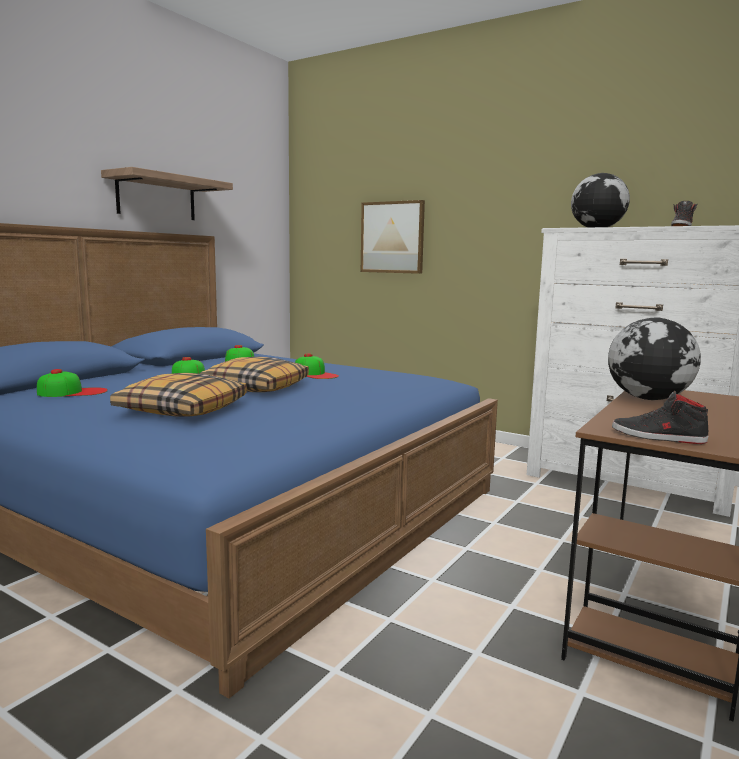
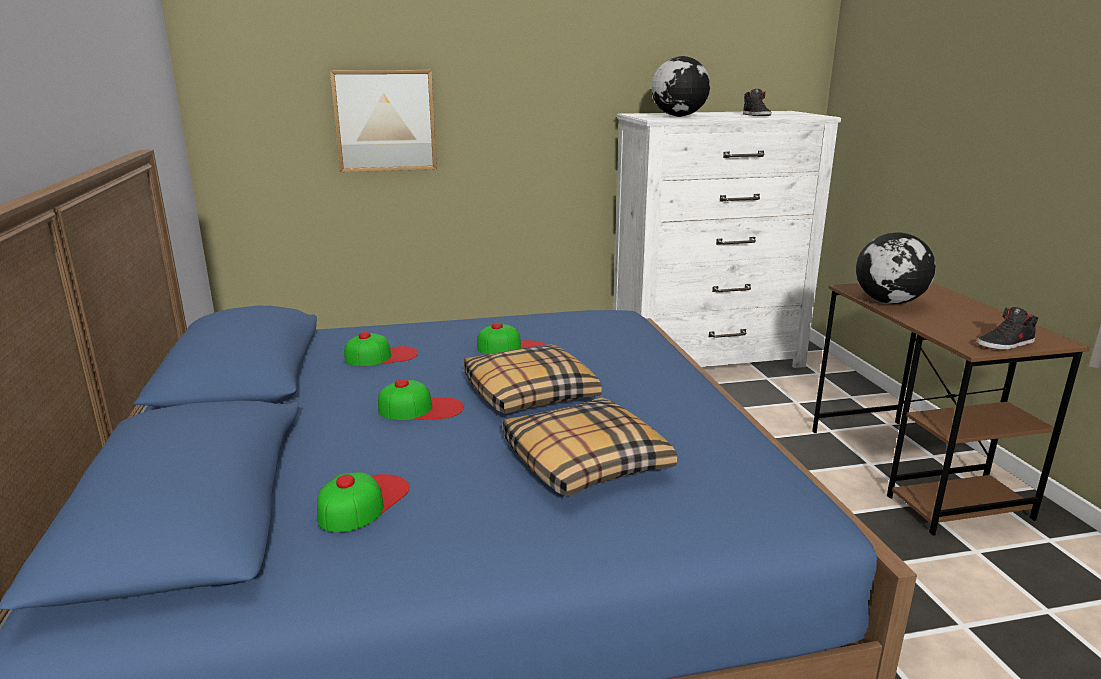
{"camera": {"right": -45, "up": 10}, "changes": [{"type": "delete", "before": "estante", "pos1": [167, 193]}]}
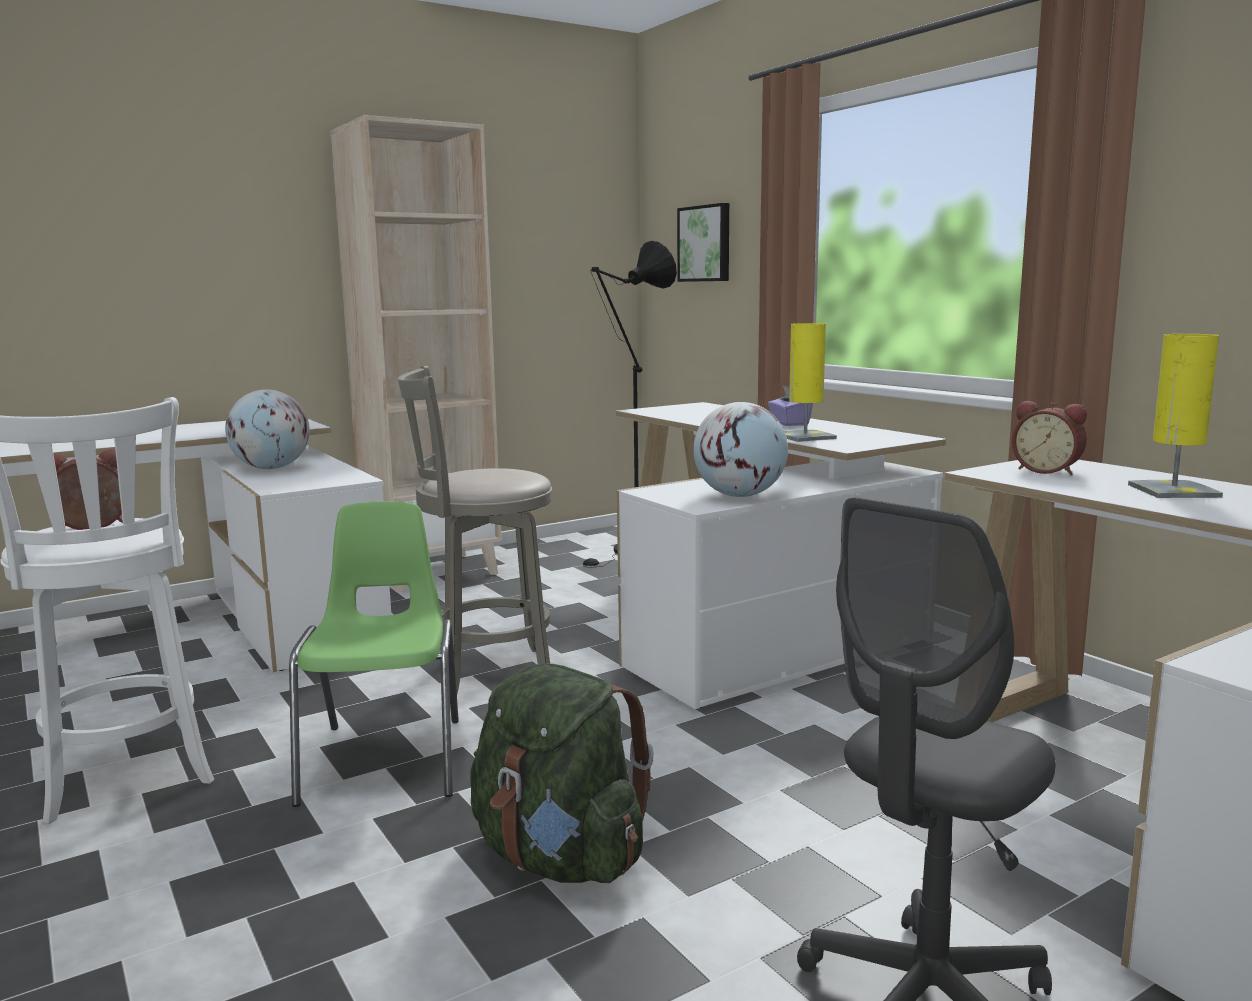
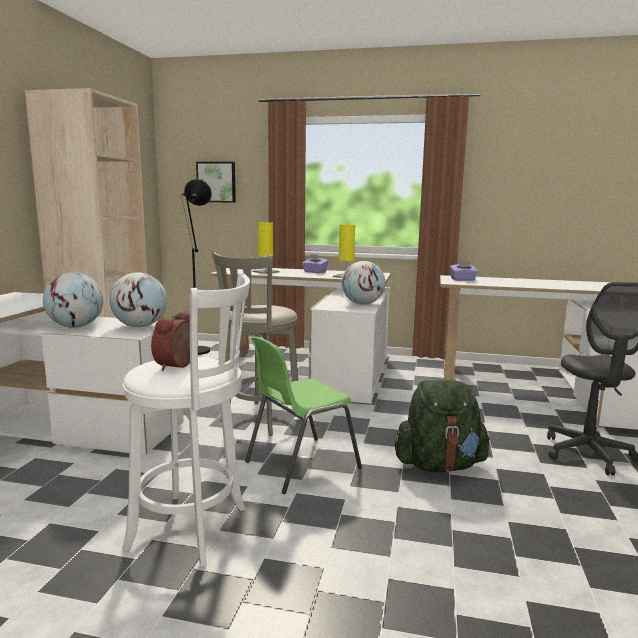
{"camera": {"right": -45, "up": 0}, "changes": [{"type": "insert", "after": "globo terráqueo", "pos2": [138, 299]}, {"type": "rotate", "before": "silla (verde)", "pos1": [374, 654], "pos2": [303, 415], "turn": -75}, {"type": "move", "before": "lámpara de mesa (amarillo)", "pos1": [1175, 416], "pos2": [266, 248]}, {"type": "replace", "before": "despertador", "after": "caja de pañuelos (morado)", "pos1": [1049, 438], "pos2": [463, 271]}]}
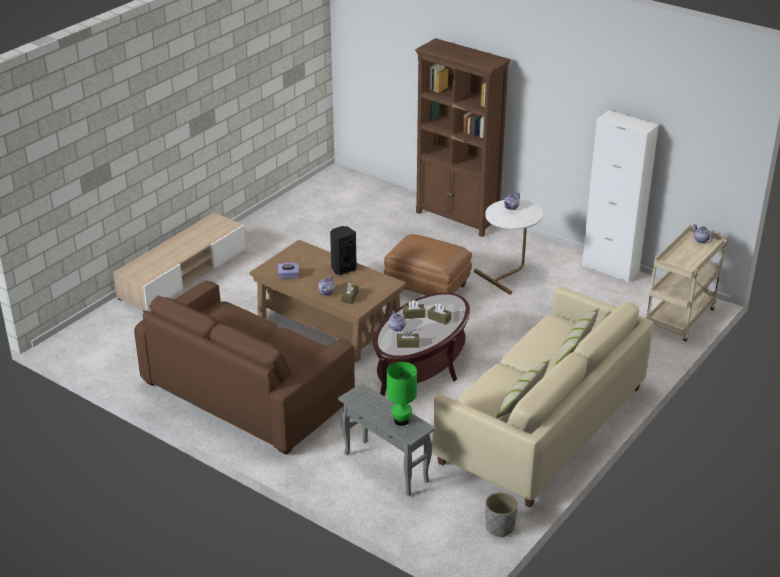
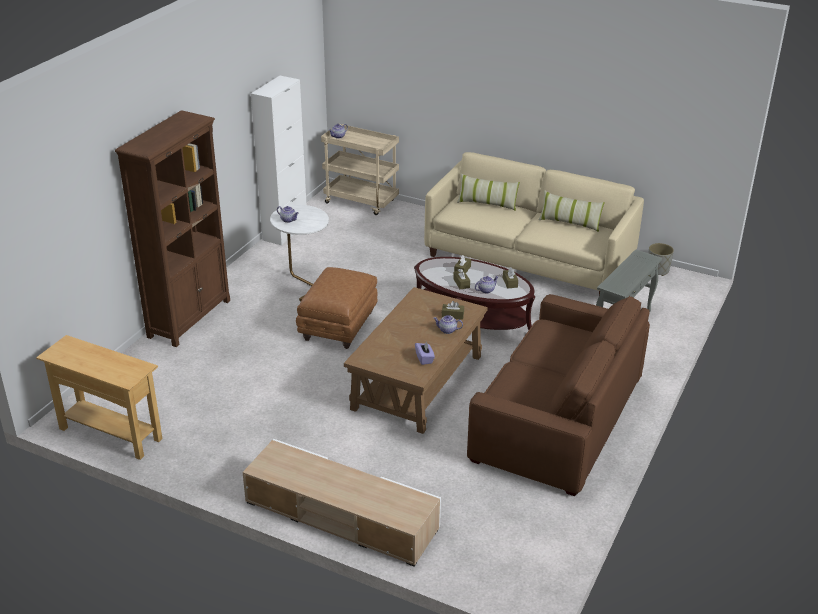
{"camera": {"right": -100, "up": 0}, "changes": [{"type": "insert", "after": "mesa consola (beis)", "pos2": [99, 397]}, {"type": "delete", "before": "altavoz (negro)", "pos1": [343, 250]}, {"type": "delete", "before": "lámpara de mesa (verde)", "pos1": [402, 394]}]}
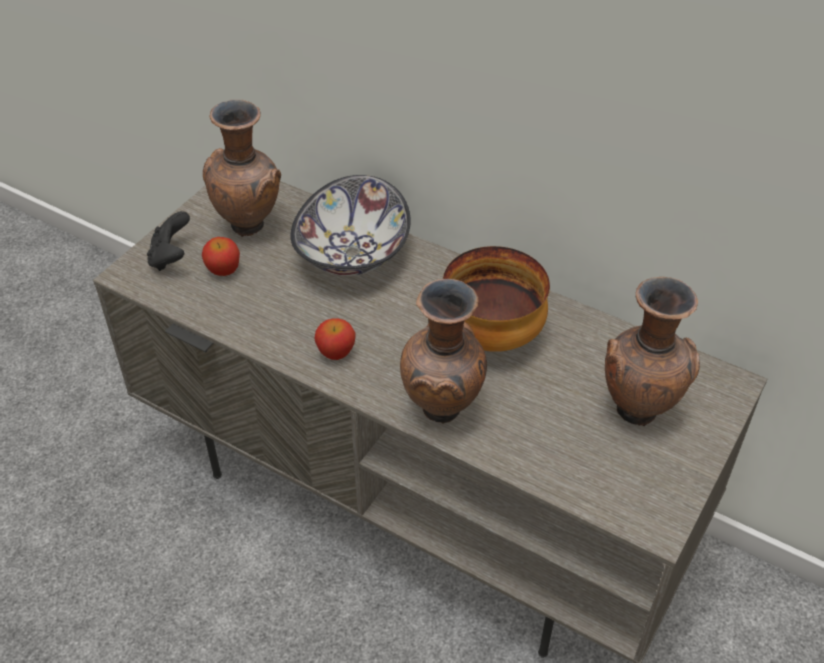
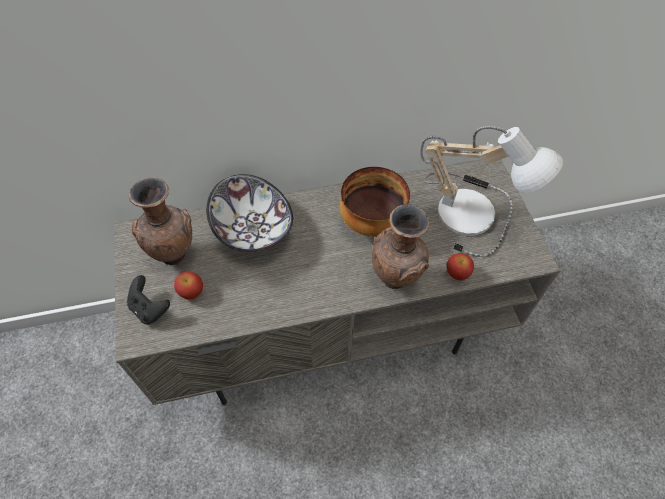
{"camera": {"right": -45, "up": 10}, "changes": [{"type": "replace", "before": "florero (marrón)", "after": "lámpara de mesa", "pos1": [652, 351], "pos2": [491, 191]}, {"type": "move", "before": "manzana", "pos1": [334, 339], "pos2": [460, 266]}]}
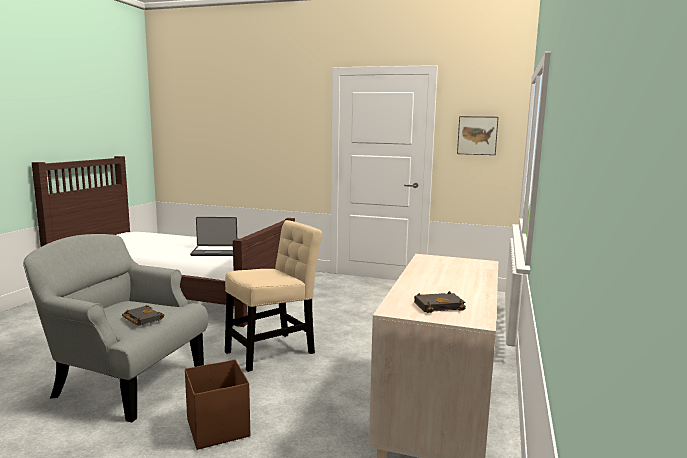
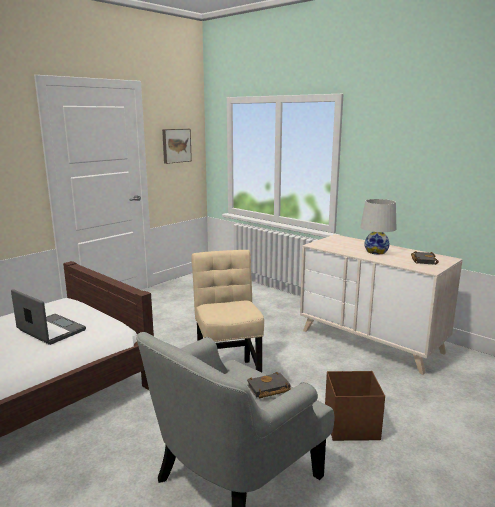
{"camera": {"right": -65, "up": 5}, "changes": [{"type": "rotate", "before": "portátil", "pos1": [213, 236], "pos2": [48, 317], "turn": -75}, {"type": "insert", "after": "lámpara de mesa (blanco)", "pos2": [378, 226]}]}
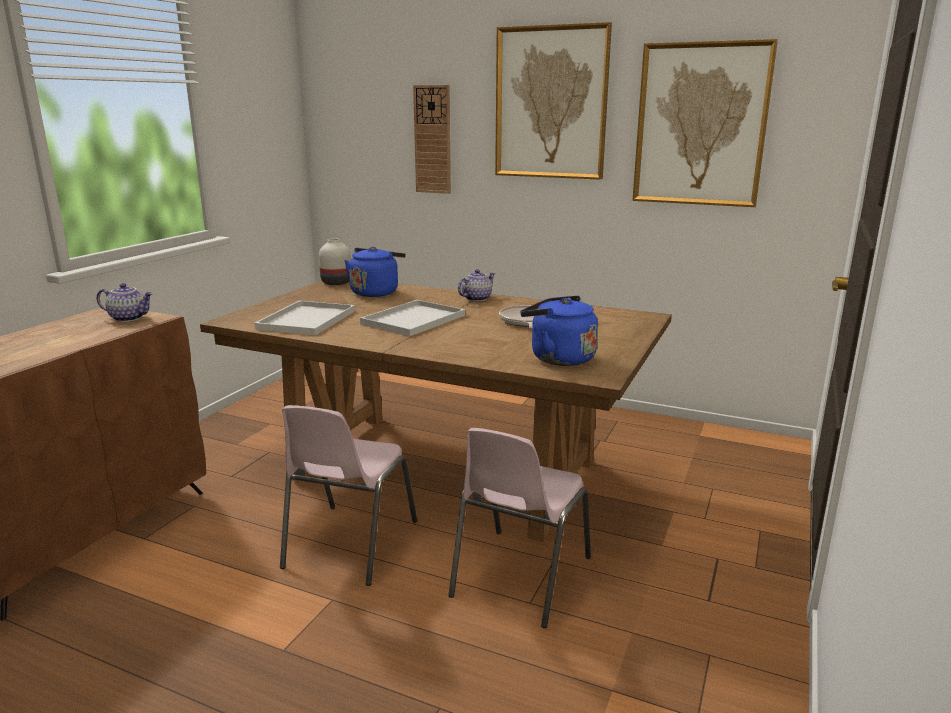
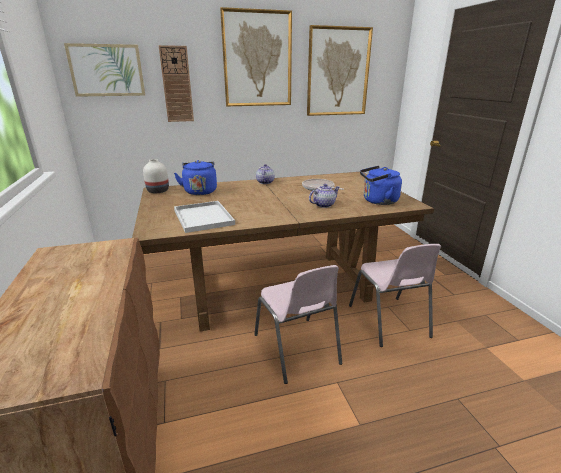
{"camera": {"right": -40, "up": 5}, "changes": [{"type": "insert", "after": "cuadro", "pos2": [104, 70]}, {"type": "move", "before": "tetera", "pos1": [125, 302], "pos2": [324, 196]}, {"type": "delete", "before": "bandeja (blanco)", "pos1": [412, 318]}]}
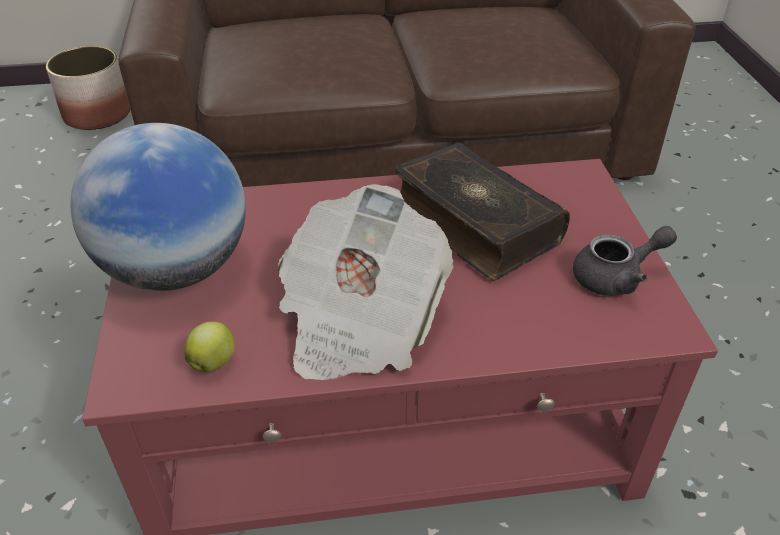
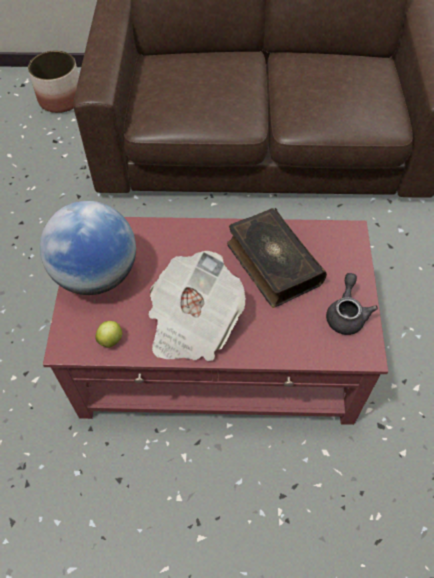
{"camera": {"right": 10, "up": 15}, "changes": [{"type": "rotate", "before": "tetera (gris)", "pos1": [625, 261], "pos2": [352, 304], "turn": -75}]}
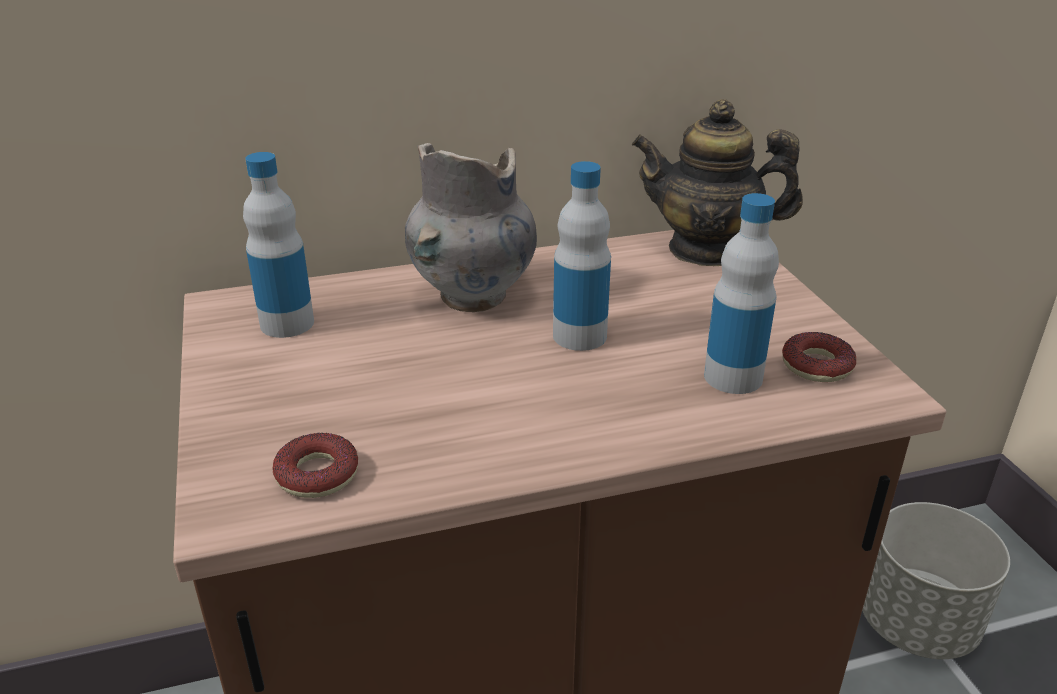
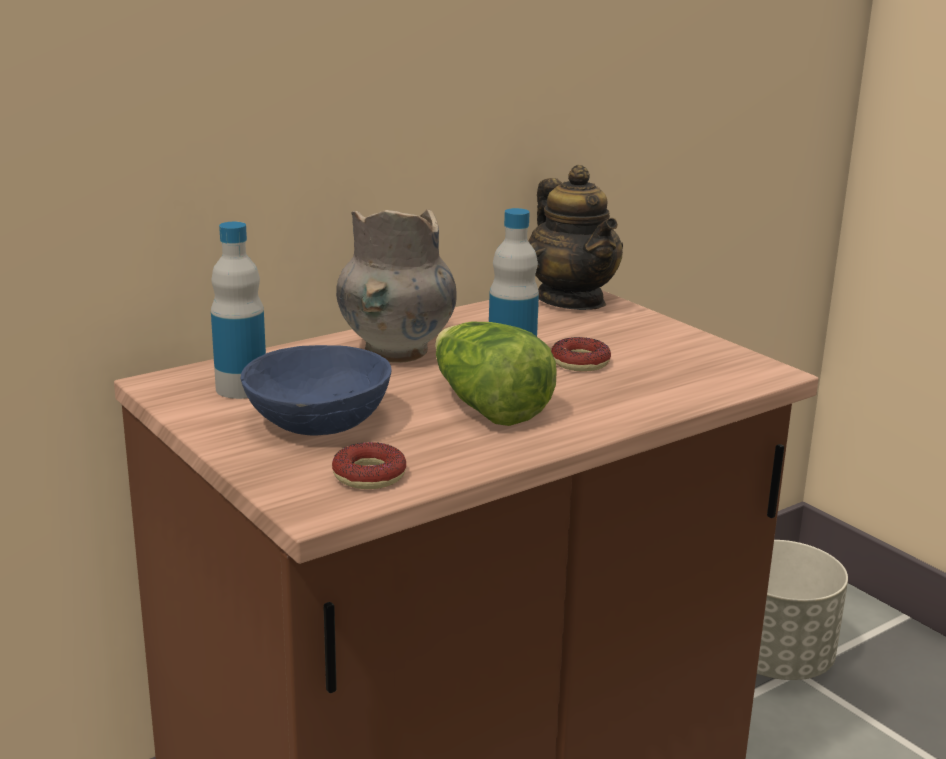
{"camera": {"right": -20, "up": -10}, "changes": [{"type": "insert", "after": "cuenco (azul)", "pos2": [315, 390]}, {"type": "insert", "after": "lechuga", "pos2": [496, 374]}, {"type": "rotate", "before": "tetera", "pos1": [717, 182], "pos2": [575, 237], "turn": -105}, {"type": "move", "before": "rosquilla", "pos1": [819, 357], "pos2": [581, 354]}, {"type": "delete", "before": "botella", "pos1": [741, 293]}]}
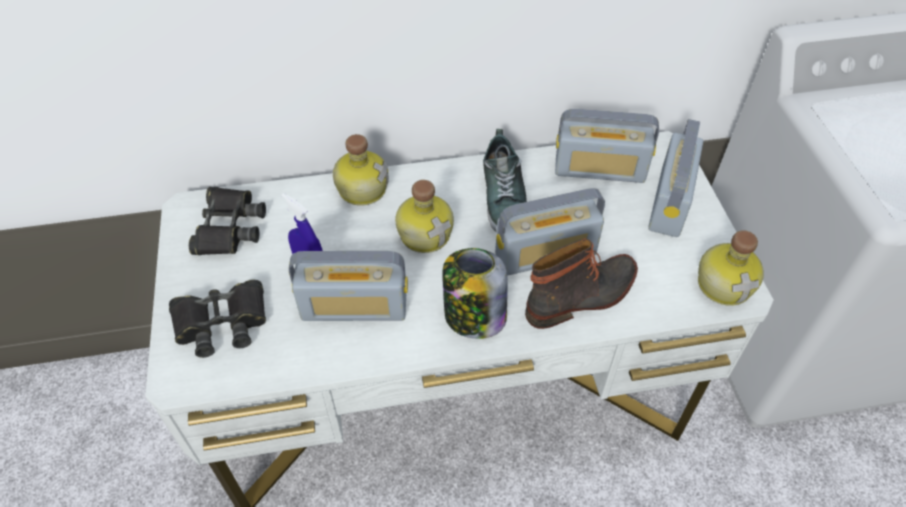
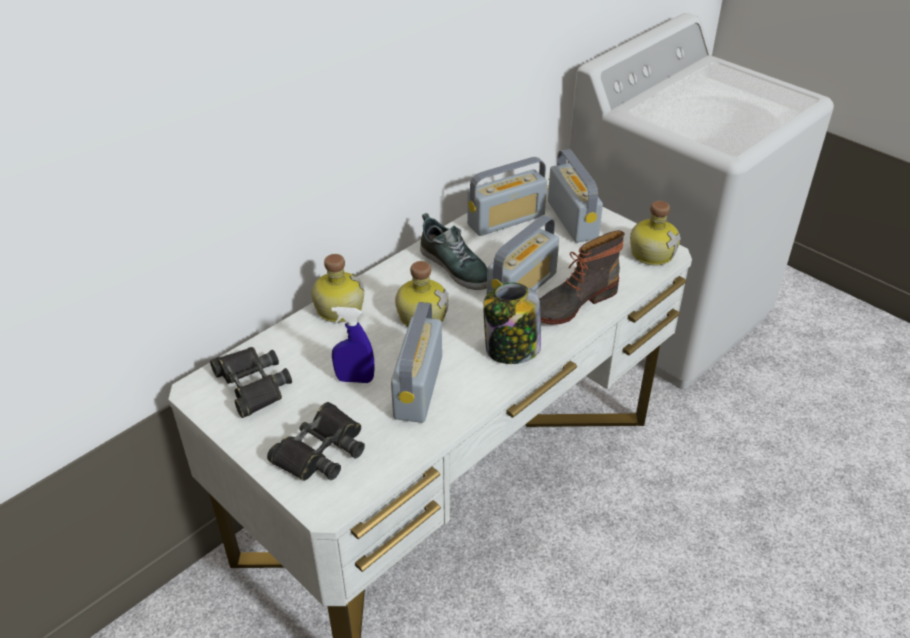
{"camera": {"right": -35, "up": -10}, "changes": [{"type": "rotate", "before": "radio", "pos1": [348, 286], "pos2": [416, 362], "turn": 135}, {"type": "rotate", "before": "bota", "pos1": [581, 284], "pos2": [582, 277], "turn": -150}]}
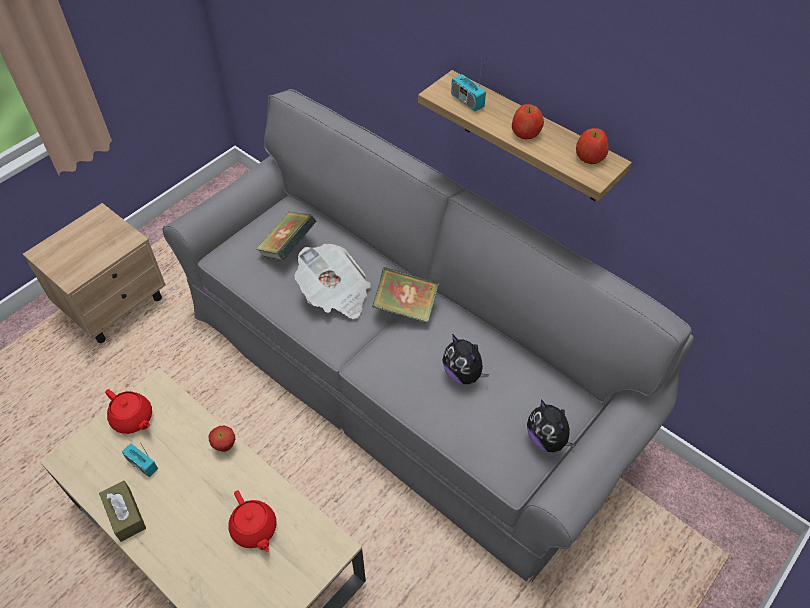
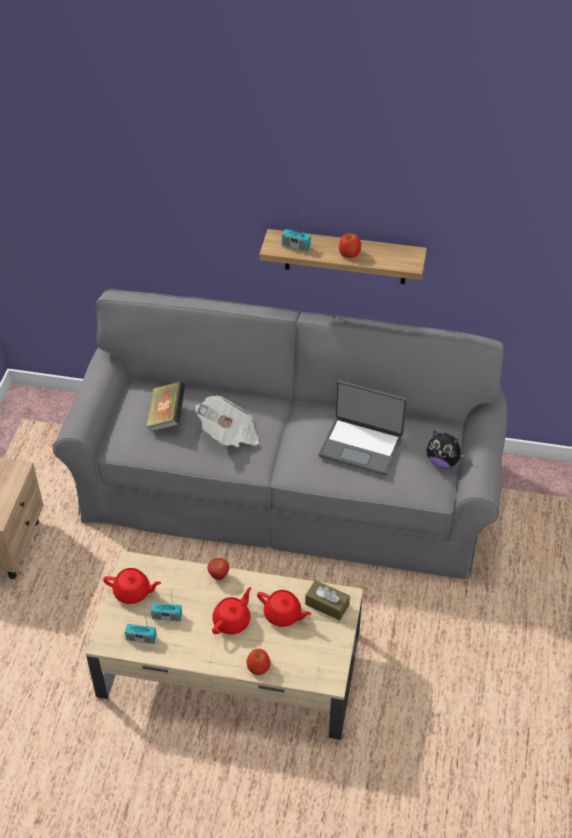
{"camera": {"right": -30, "up": -5}, "changes": [{"type": "insert", "after": "radio", "pos2": [141, 629]}, {"type": "insert", "after": "tetera (rojo)", "pos2": [232, 610]}, {"type": "move", "before": "manzana", "pos1": [592, 146], "pos2": [258, 662]}, {"type": "move", "before": "caja de pañuelos (marrón)", "pos1": [122, 511], "pos2": [327, 600]}, {"type": "replace", "before": "peluche", "after": "portátil", "pos1": [466, 359], "pos2": [363, 427]}, {"type": "delete", "before": "libro", "pos1": [405, 295]}]}
